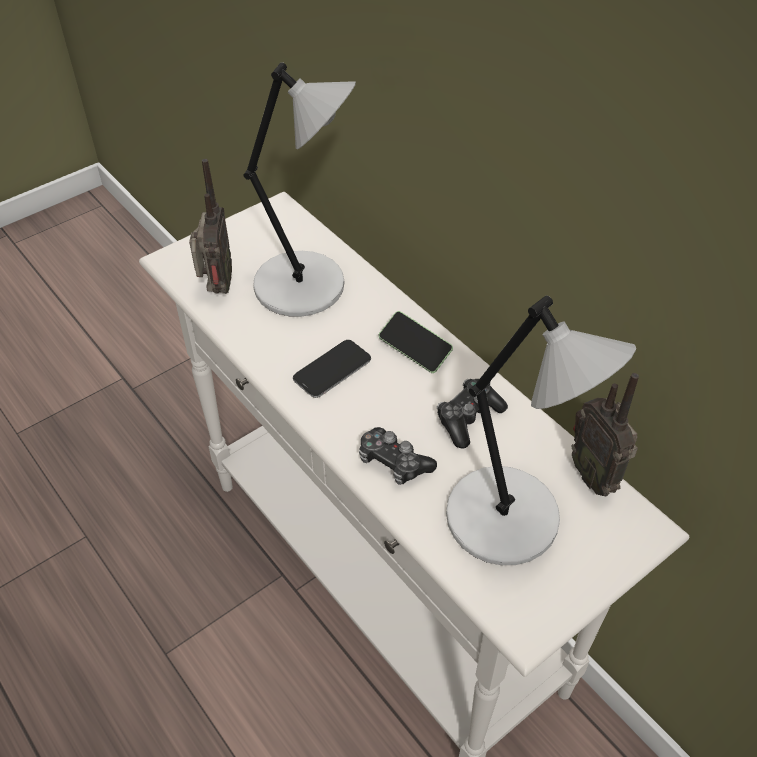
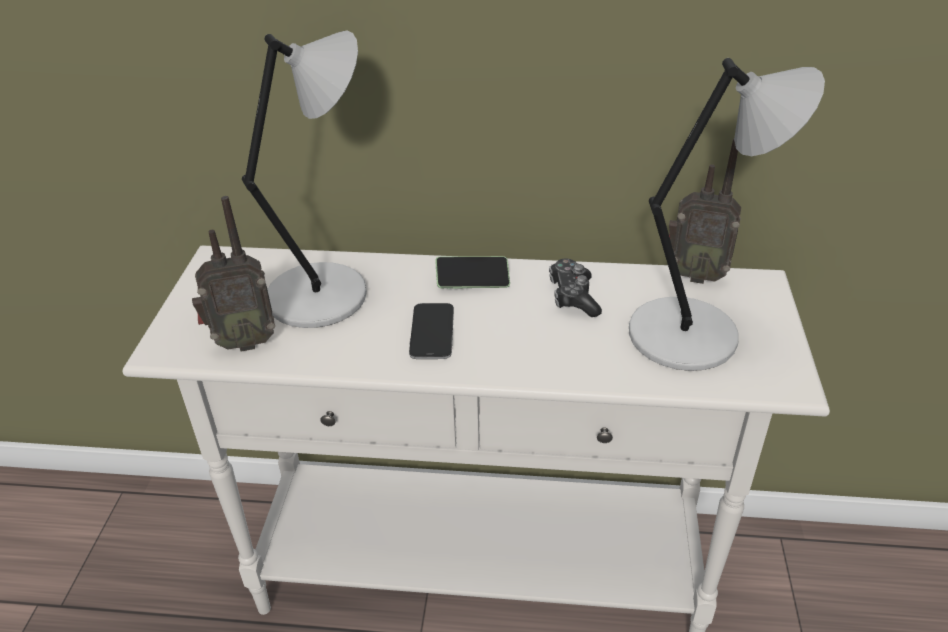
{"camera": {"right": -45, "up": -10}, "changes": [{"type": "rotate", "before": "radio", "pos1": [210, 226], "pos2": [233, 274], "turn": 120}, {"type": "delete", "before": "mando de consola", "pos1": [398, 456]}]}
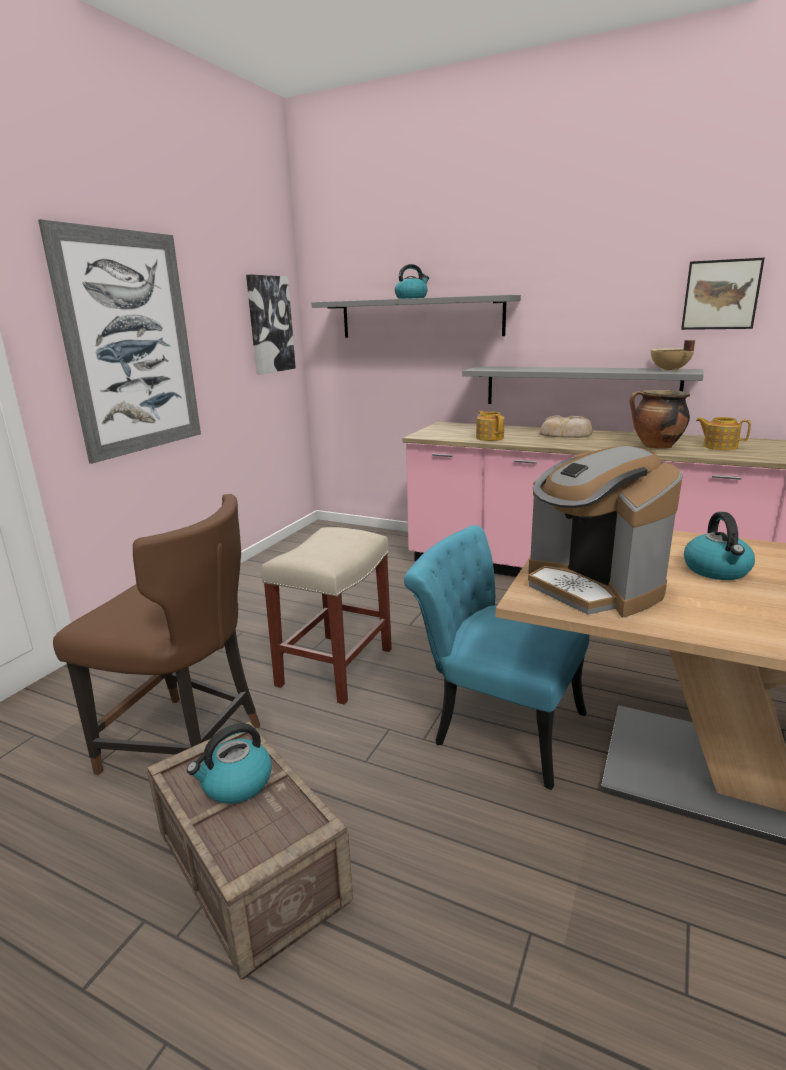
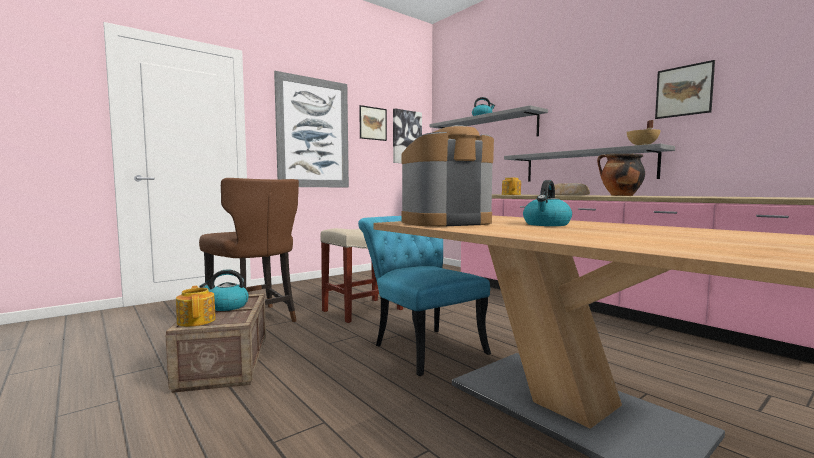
{"camera": {"right": 25, "up": -15}, "changes": [{"type": "move", "before": "tetera", "pos1": [723, 433], "pos2": [196, 306]}, {"type": "insert", "after": "cuadro", "pos2": [373, 123]}, {"type": "rotate", "before": "cafetera", "pos1": [605, 531], "pos2": [447, 176], "turn": 75}]}
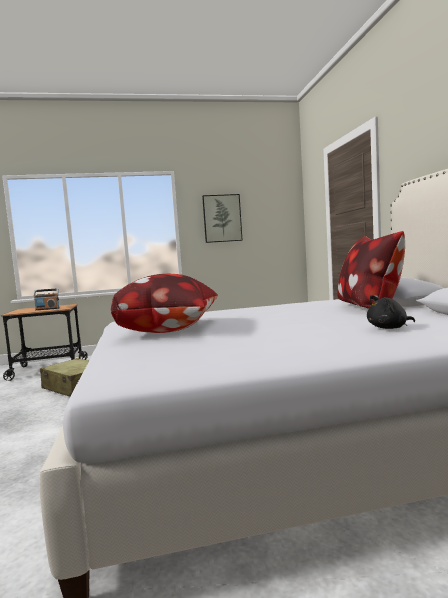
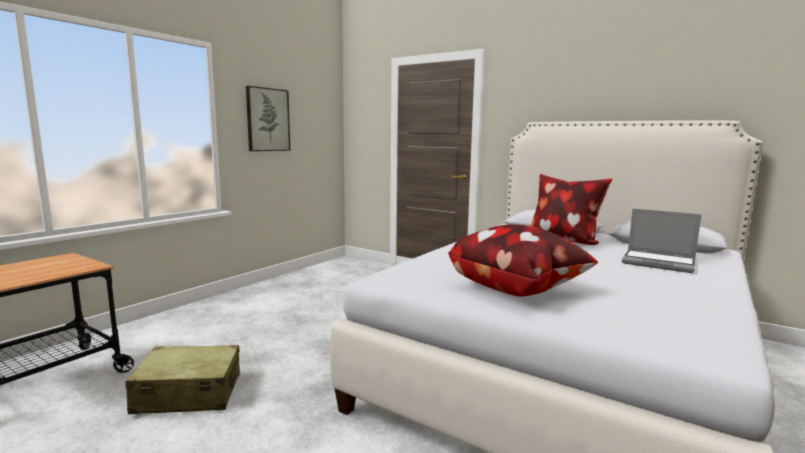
{"camera": {"right": -45, "up": 5}, "changes": [{"type": "replace", "before": "peluche (negro)", "after": "portátil", "pos1": [391, 312], "pos2": [662, 241]}, {"type": "delete", "before": "radio", "pos1": [47, 299]}]}
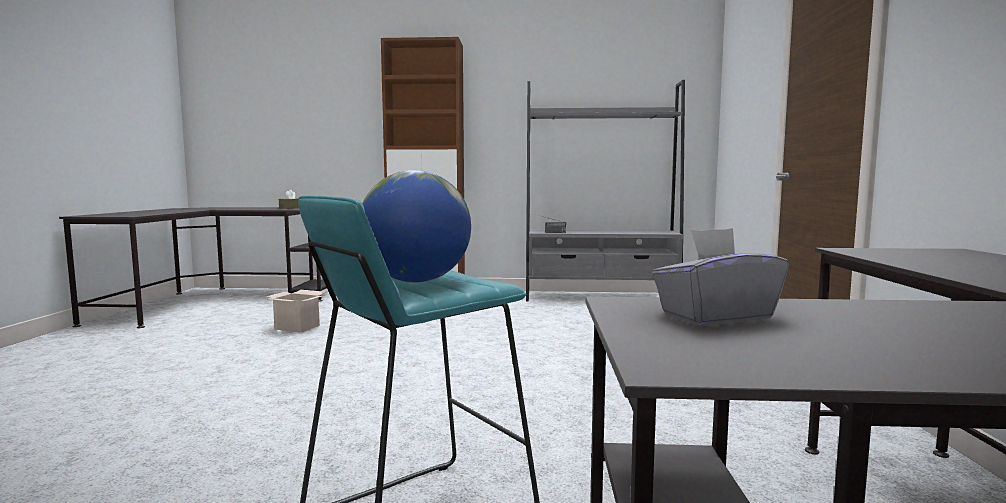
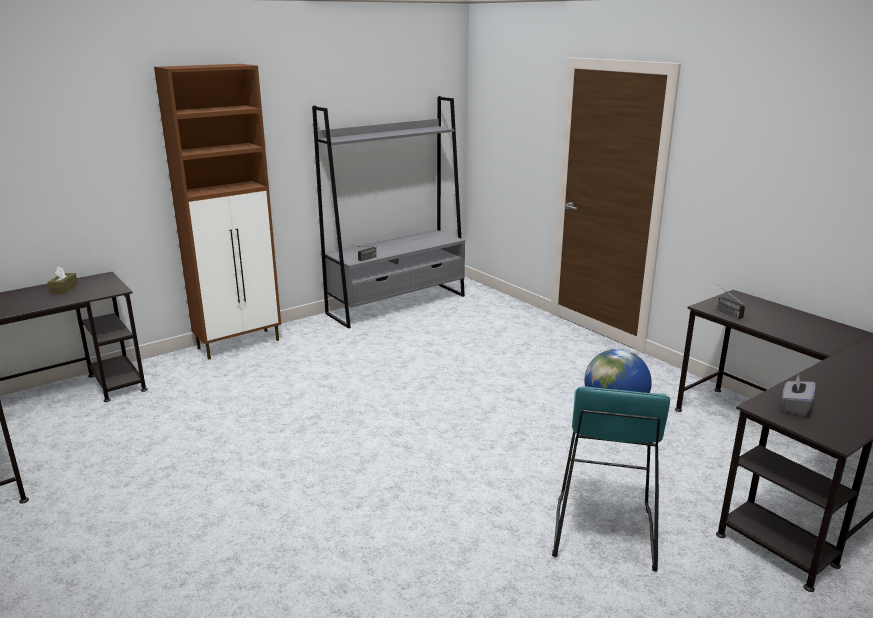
{"camera": {"right": -40, "up": 15}, "changes": [{"type": "insert", "after": "radio", "pos2": [730, 301]}, {"type": "delete", "before": "caja de cartón", "pos1": [296, 311]}]}
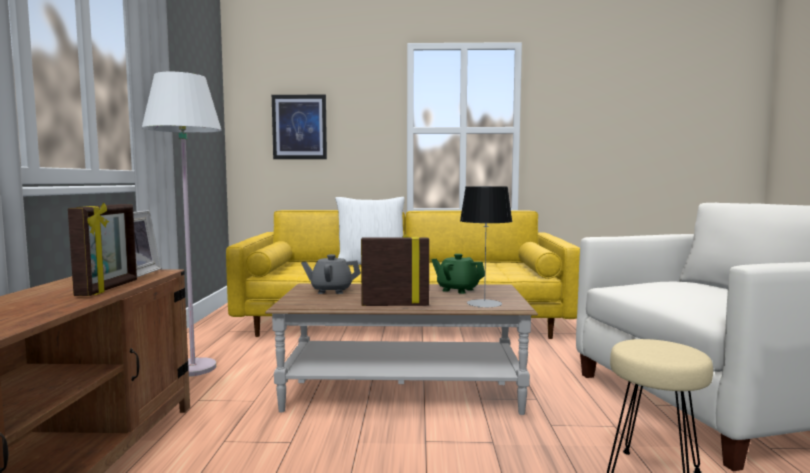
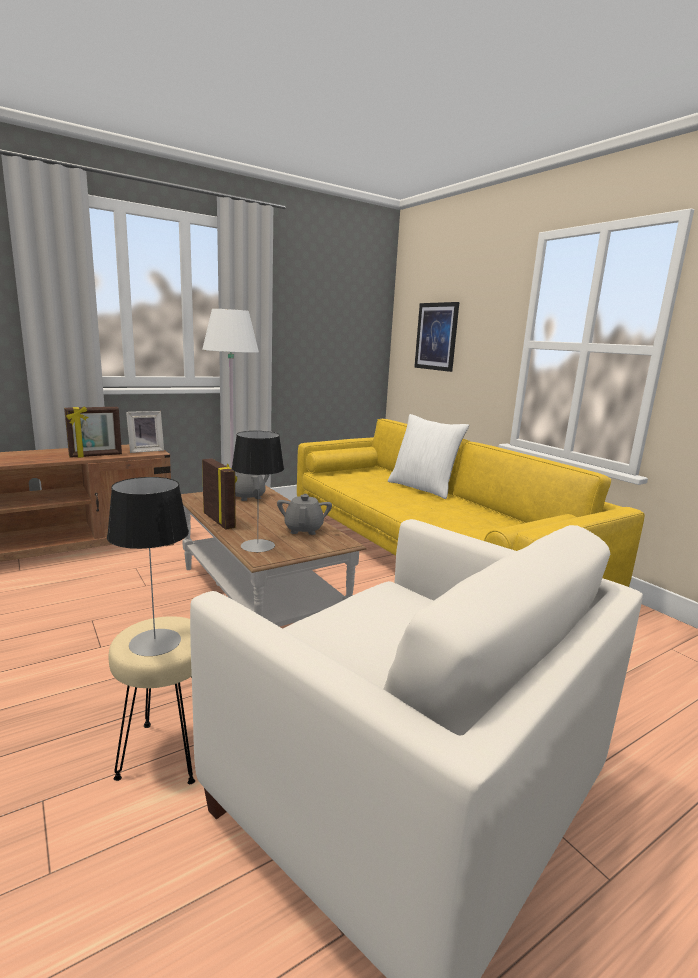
{"camera": {"right": 55, "up": 10}, "changes": [{"type": "insert", "after": "lámpara de mesa", "pos2": [148, 566]}, {"type": "recolor", "before": "tetera (verde)", "after": "tetera (gris)", "pos1": [458, 274], "pos2": [304, 514]}]}
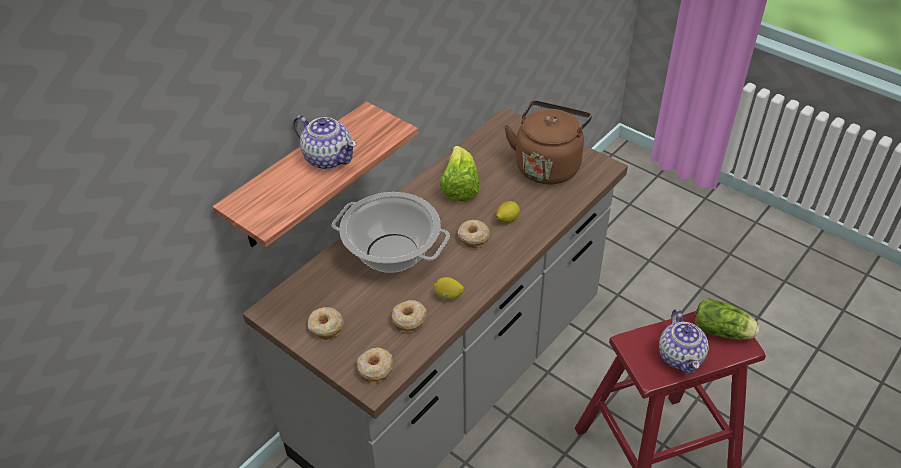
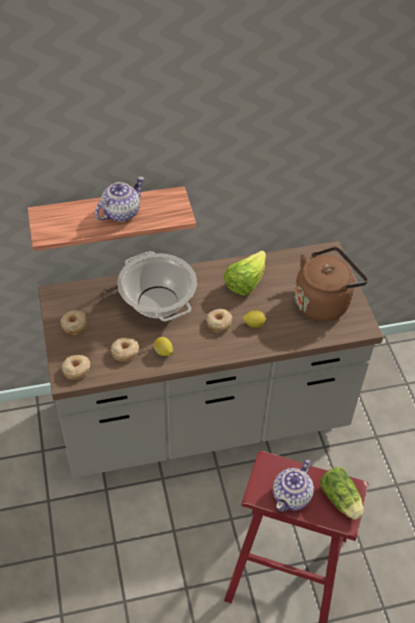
{"camera": {"right": 35, "up": 5}, "changes": [{"type": "rotate", "before": "tetera", "pos1": [325, 142], "pos2": [119, 199], "turn": -120}]}
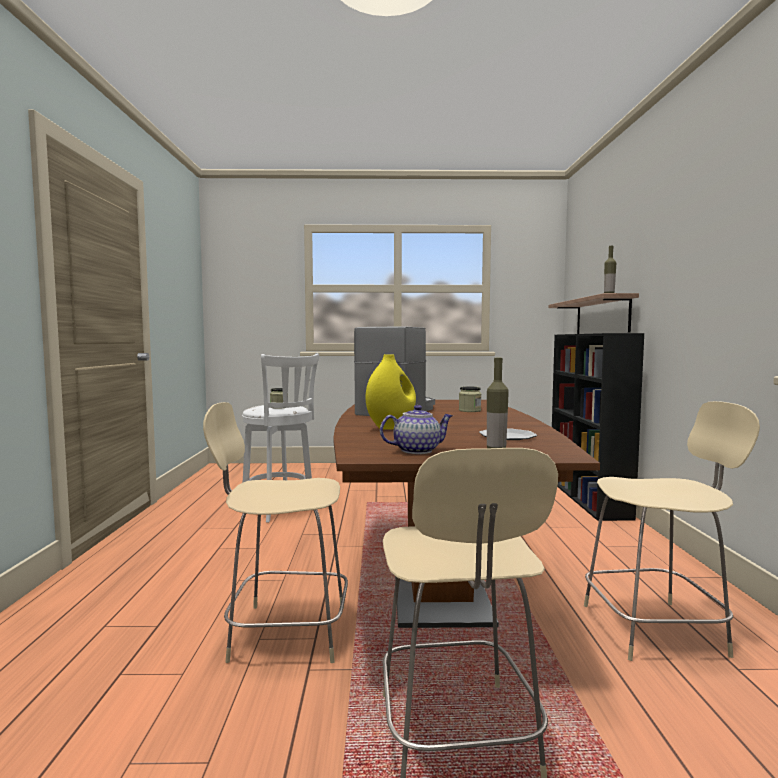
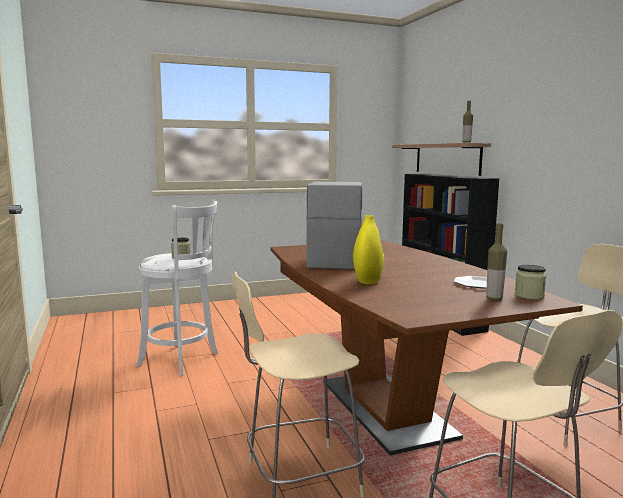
{"camera": {"right": -20, "up": 5}, "changes": [{"type": "move", "before": "tarro", "pos1": [470, 399], "pos2": [530, 282]}, {"type": "delete", "before": "tetera", "pos1": [416, 429]}]}
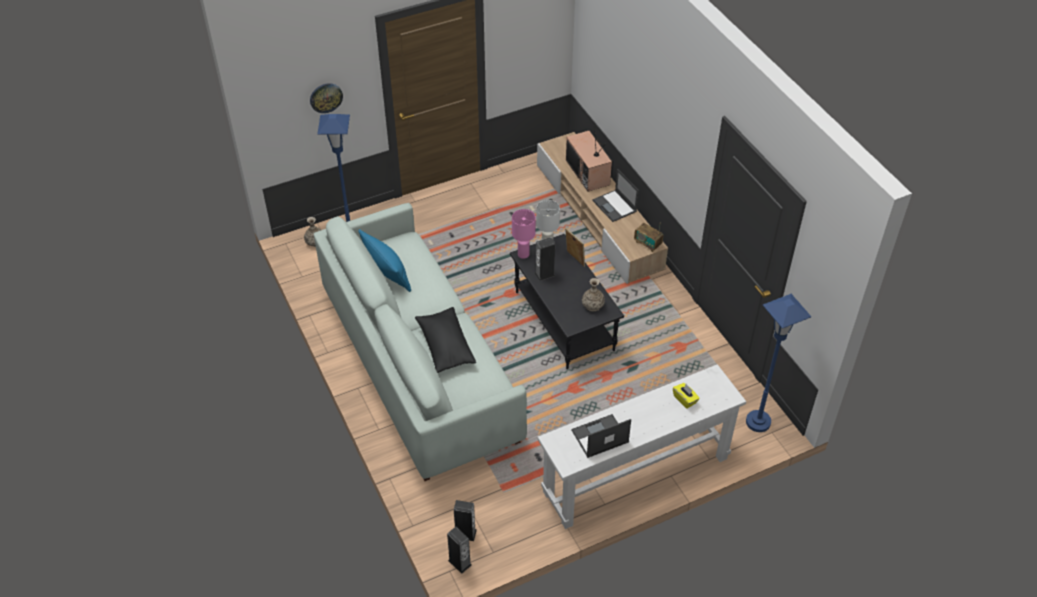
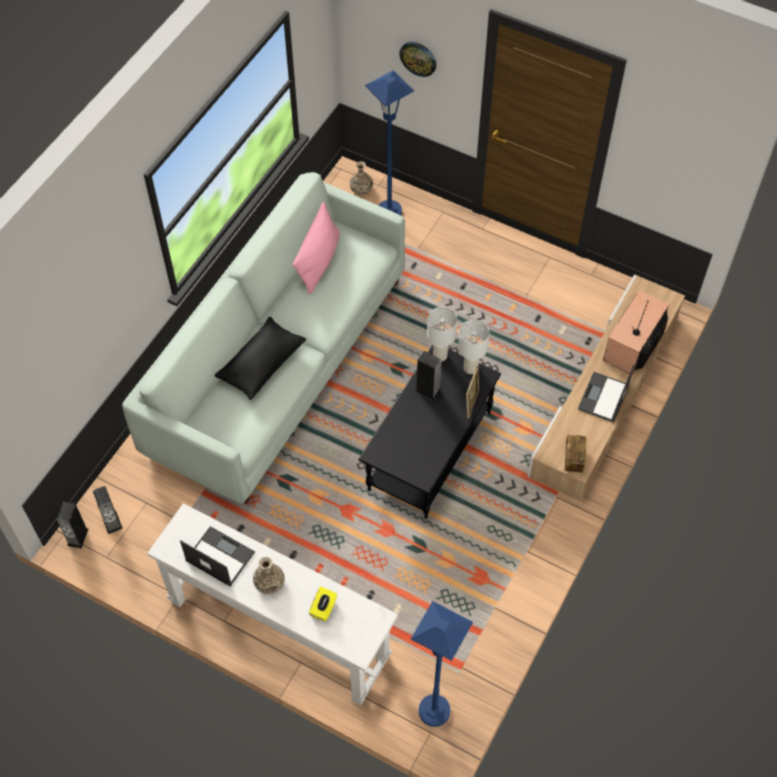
{"camera": {"right": 55, "up": 10}, "changes": [{"type": "move", "before": "florero", "pos1": [593, 294], "pos2": [269, 575]}, {"type": "recolor", "before": "cojín (azul)", "after": "cojín (rosa)", "pos1": [384, 260], "pos2": [316, 248]}, {"type": "recolor", "before": "lámpara de mesa (rosa)", "after": "lámpara de mesa (blanco)", "pos1": [524, 234], "pos2": [442, 334]}]}
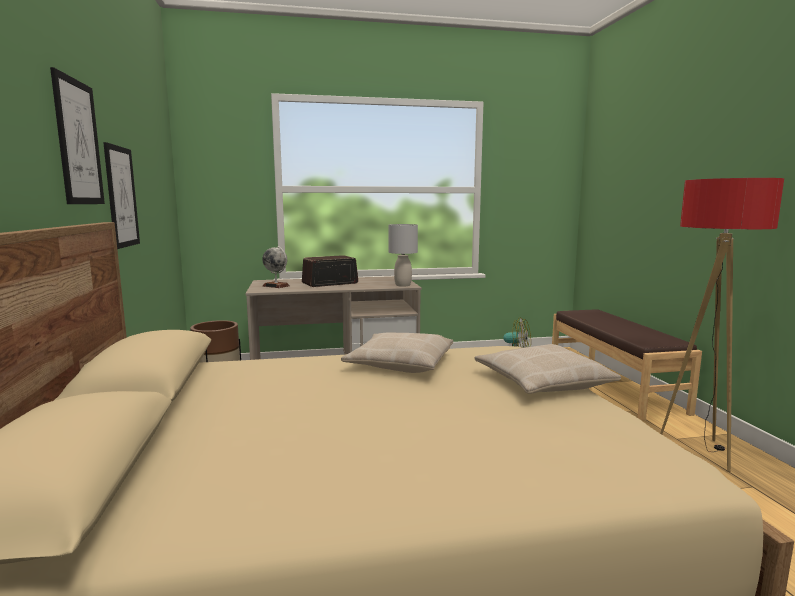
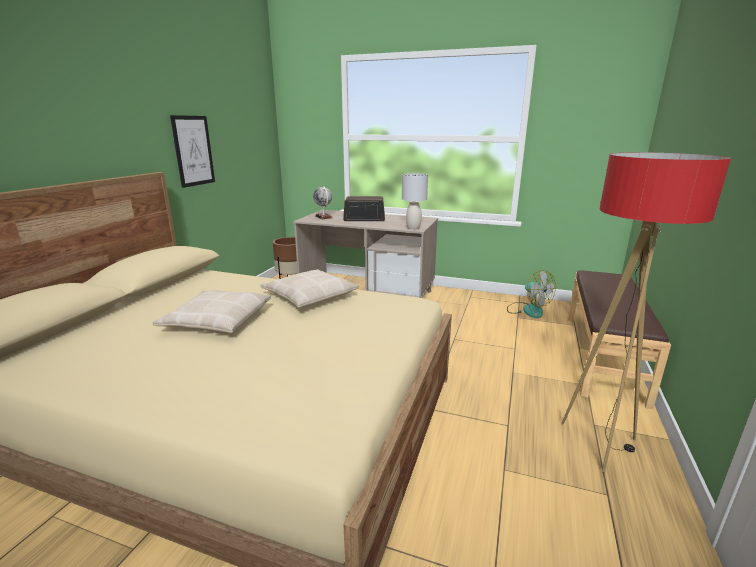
{"camera": {"right": 30, "up": 10}, "changes": [{"type": "move", "before": "cojín (beis)", "pos1": [548, 369], "pos2": [212, 312]}, {"type": "delete", "before": "cuadro", "pos1": [77, 135]}]}
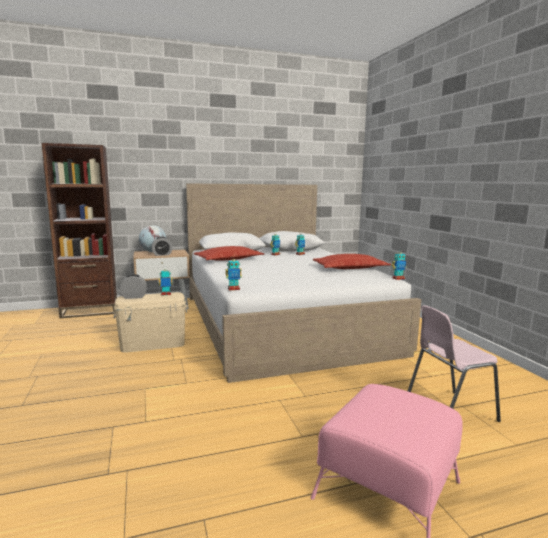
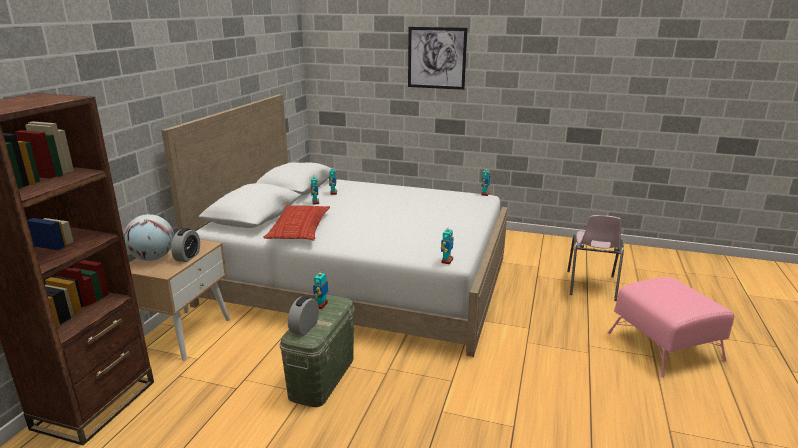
{"camera": {"right": -55, "up": 10}, "changes": [{"type": "recolor", "before": "caja de almacenaje (beis)", "after": "caja de almacenaje (verde)", "pos1": [150, 322], "pos2": [317, 351]}, {"type": "insert", "after": "cuadro", "pos2": [437, 58]}, {"type": "delete", "before": "cojín", "pos1": [352, 261]}]}
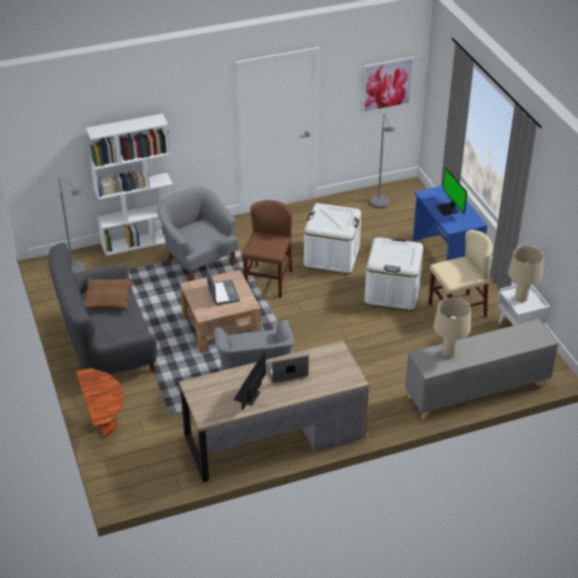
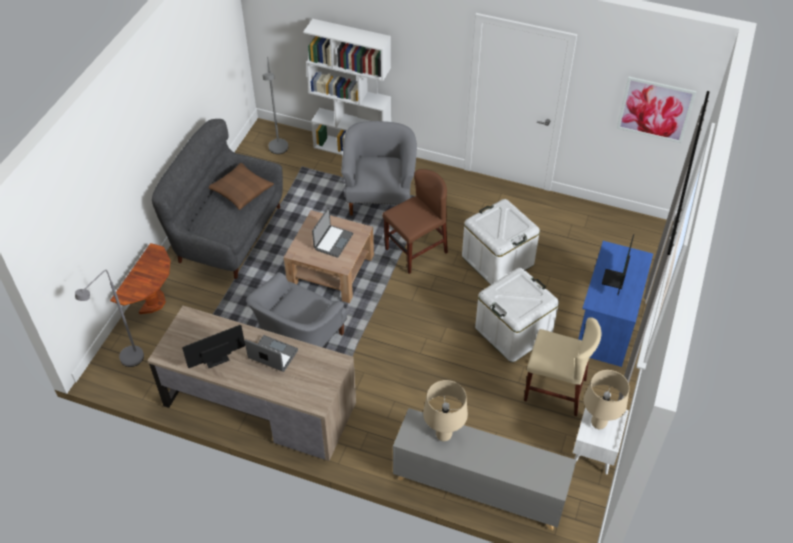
{"camera": {"right": 40, "up": 10}, "changes": [{"type": "move", "before": "lámpara de pie (gris)", "pos1": [383, 161], "pos2": [109, 318]}]}
